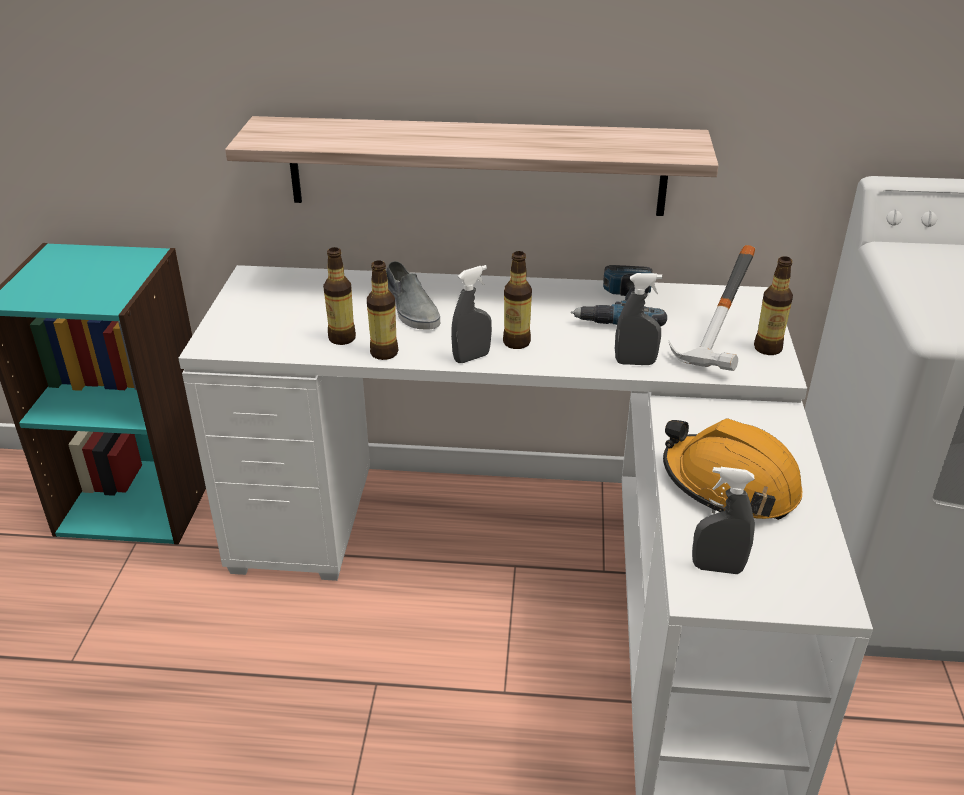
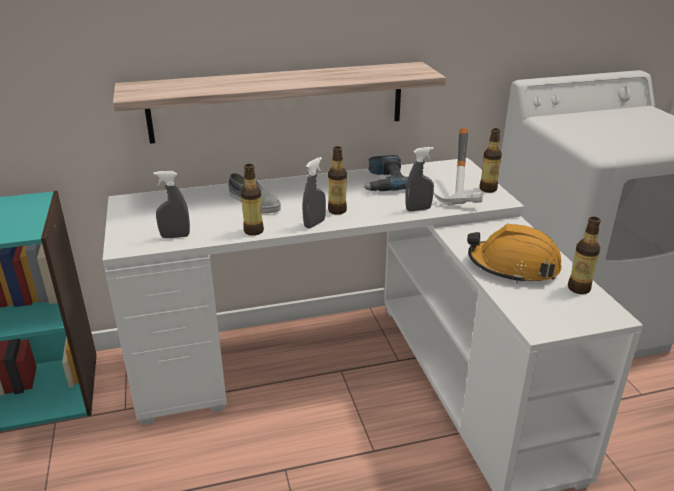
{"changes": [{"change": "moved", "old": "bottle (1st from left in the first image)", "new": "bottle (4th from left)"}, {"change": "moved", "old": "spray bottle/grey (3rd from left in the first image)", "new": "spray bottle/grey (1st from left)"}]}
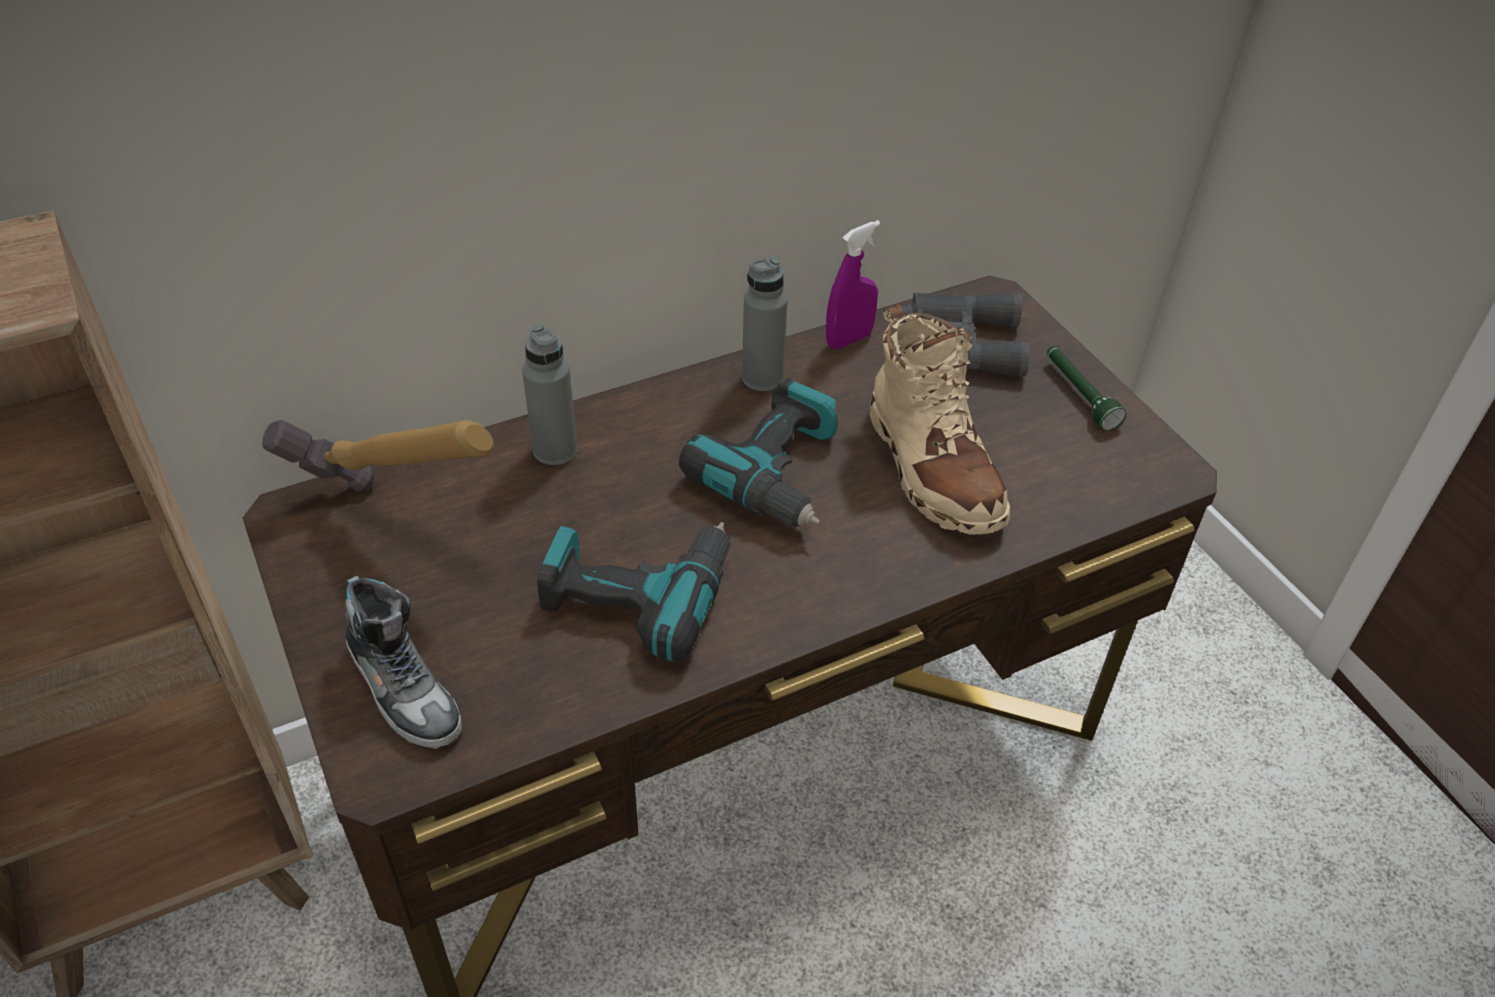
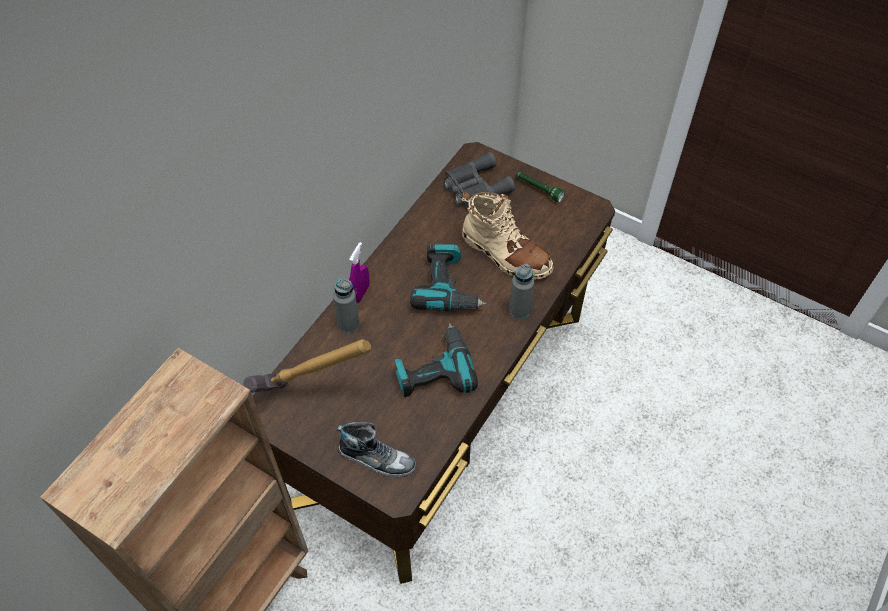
{"changes": [{"change": "moved", "old": "spray bottle/purple"}, {"change": "moved", "old": "bottle/grey (2nd from left)"}]}
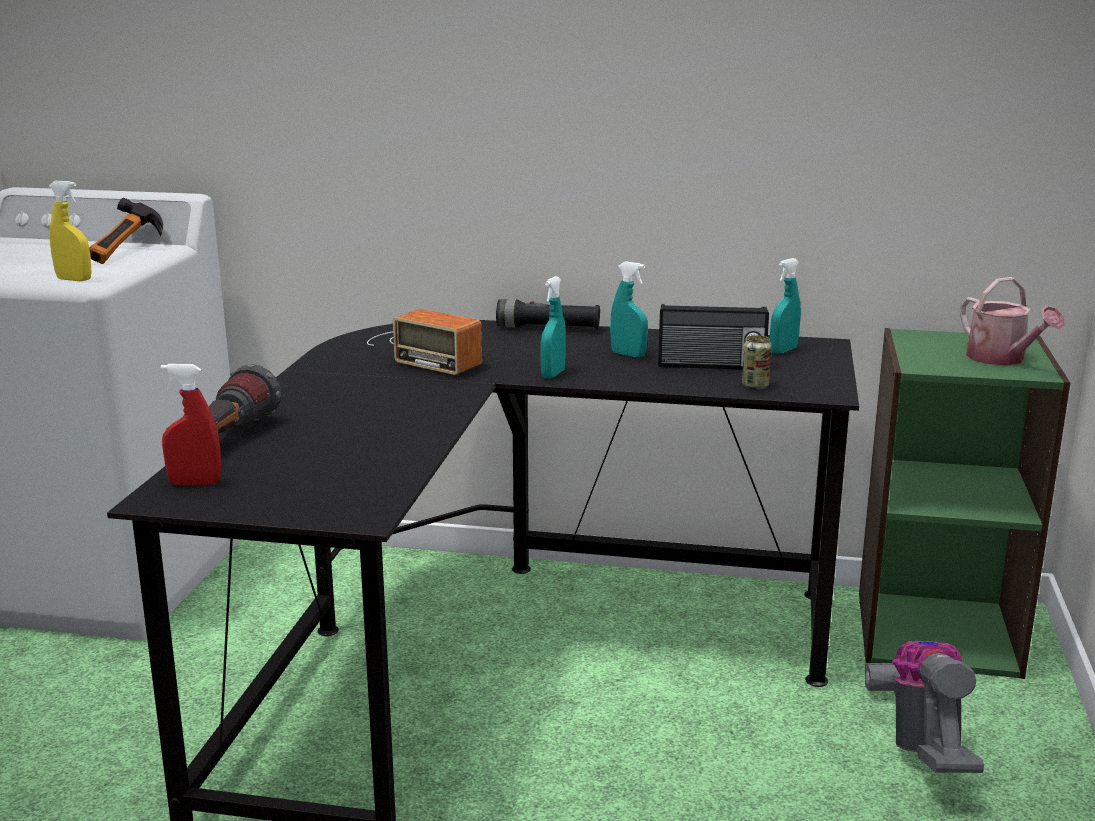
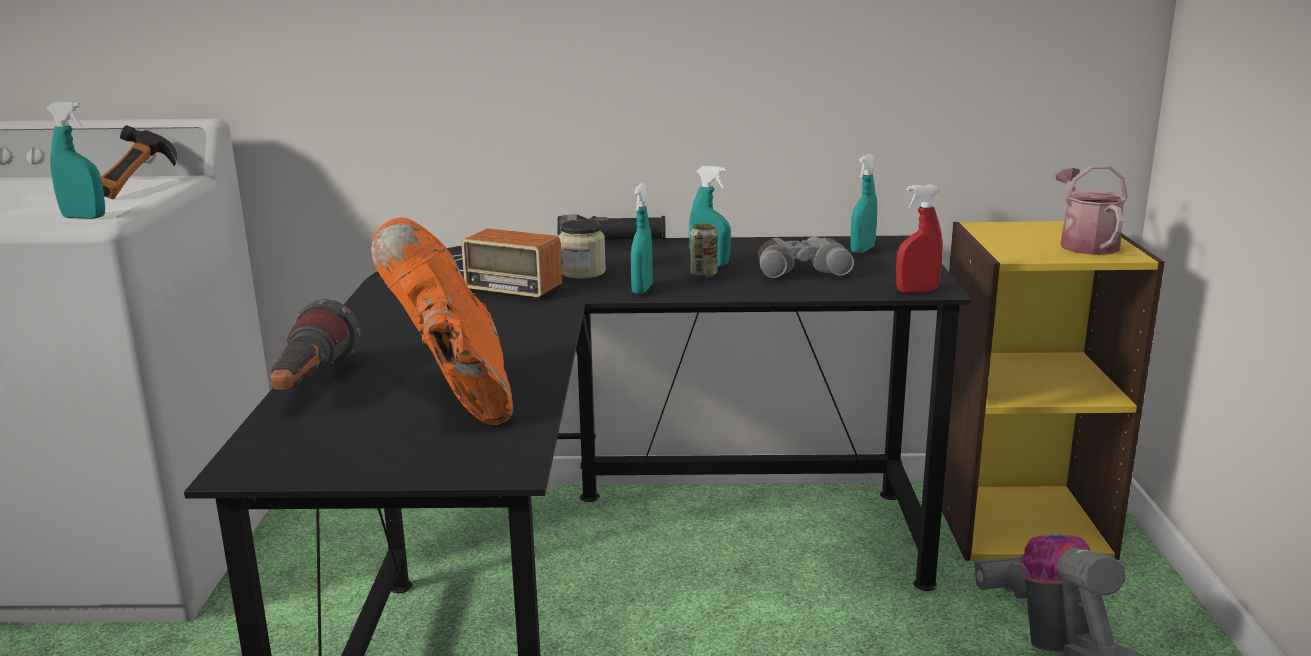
{"changes": [{"change": "recoloured", "old": "spray bottle/yellow", "new": "spray bottle/turquoise (1st from left)"}, {"change": "turned", "old": "watering can", "degrees": -150}, {"change": "replaced", "old": "radio (2nd from left)", "new": "binoculars/grey"}, {"change": "recoloured", "old": "bookcase/green", "new": "bookcase/yellow"}, {"change": "moved", "old": "can"}, {"change": "moved", "old": "spray bottle/red"}, {"change": "added", "new": "boot/orange"}, {"change": "added", "new": "jar"}]}
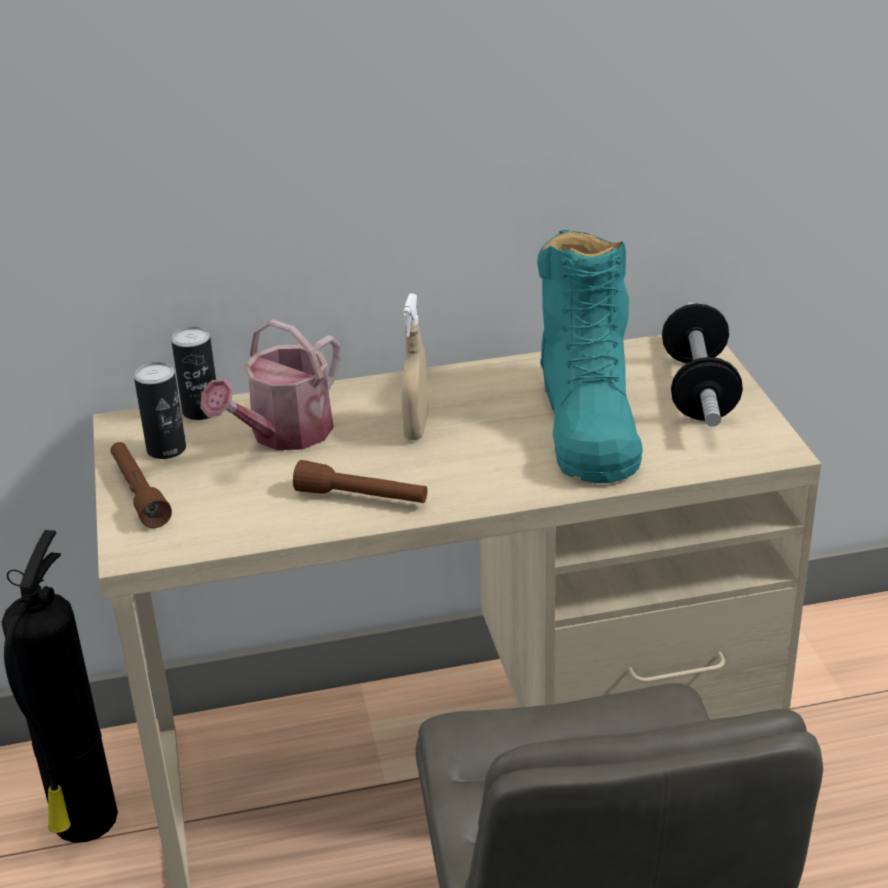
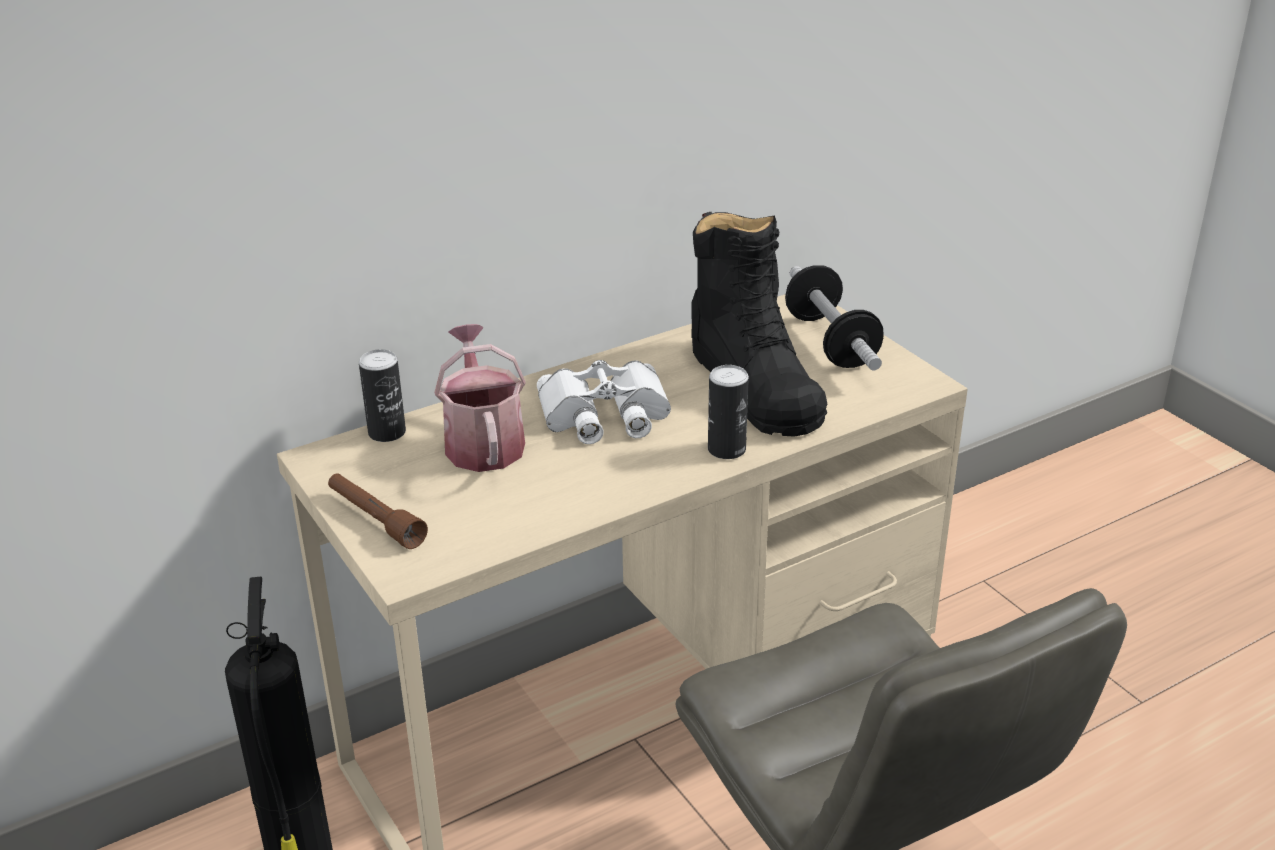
{"changes": [{"change": "recoloured", "old": "boot/turquoise", "new": "boot/black"}, {"change": "replaced", "old": "spray bottle/beige", "new": "binoculars/white"}, {"change": "turned", "old": "watering can", "degrees": 150}, {"change": "moved", "old": "can (1st from left in the first image)", "new": "can (2nd from left)"}, {"change": "removed", "old": "flashlight/brown (2nd from left)"}]}
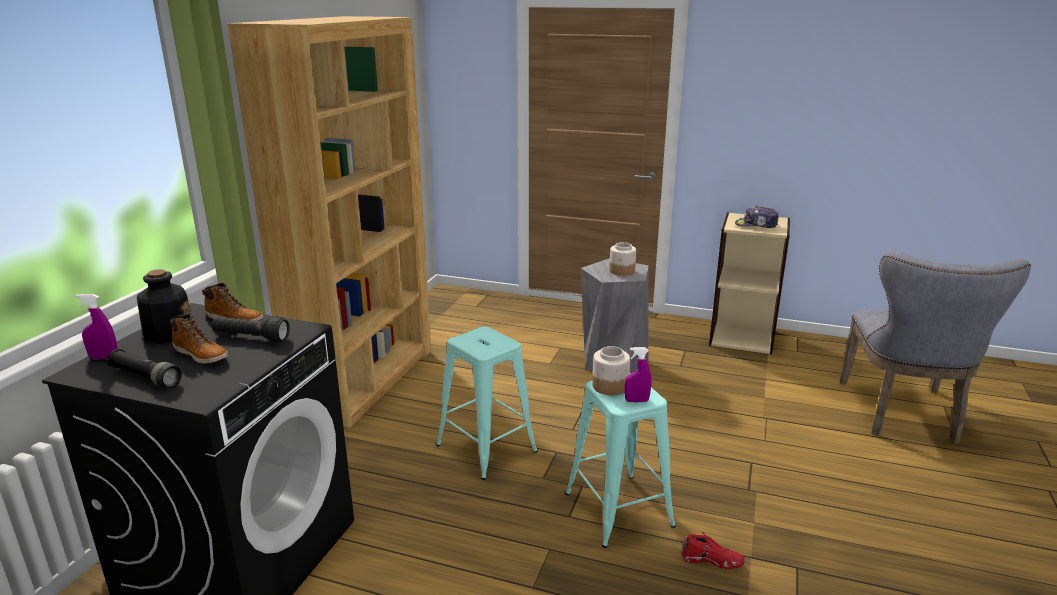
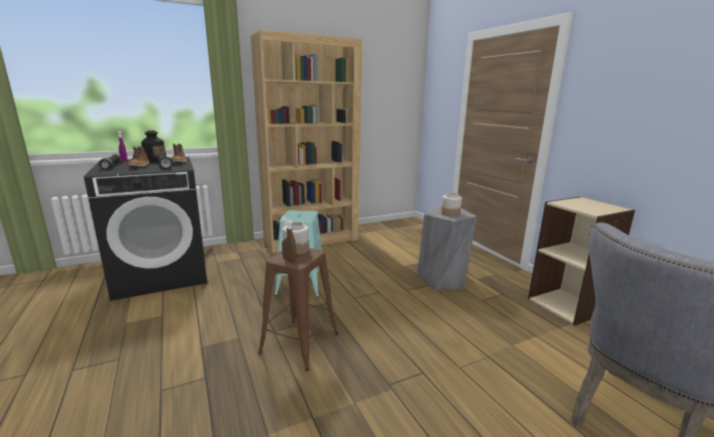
{"changes": [{"change": "removed", "old": "cap"}, {"change": "recoloured", "old": "spray bottle/purple (2nd from left)", "new": "spray bottle/brown"}, {"change": "recoloured", "old": "stool/turquoise (2nd from left)", "new": "stool/brown"}, {"change": "removed", "old": "shoe/red"}]}
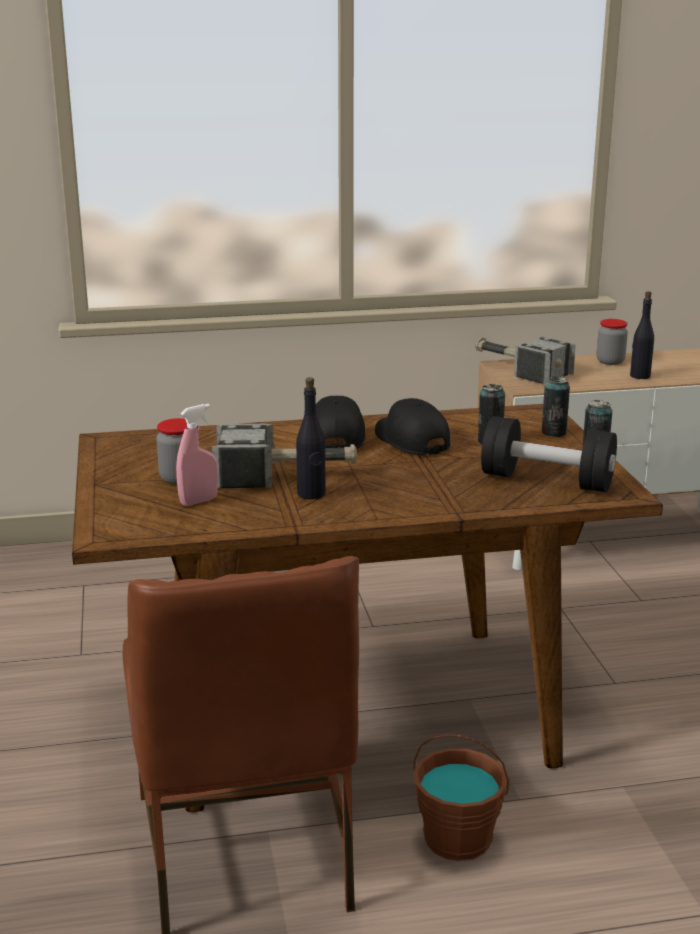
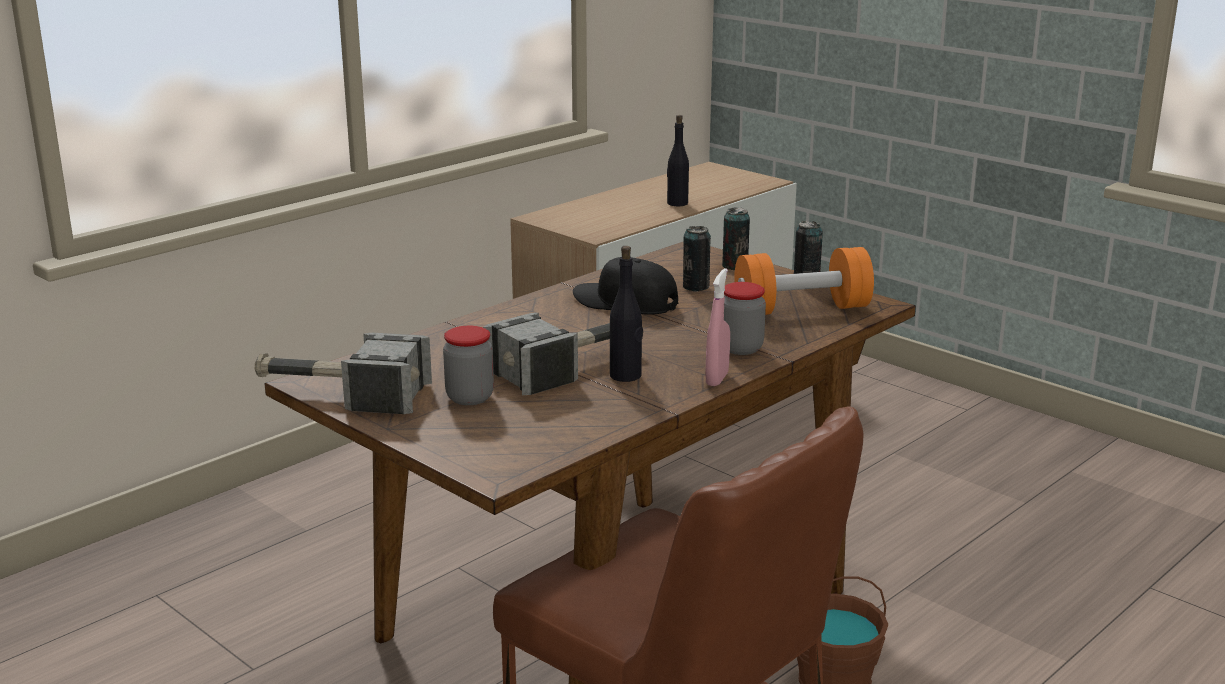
{"changes": [{"change": "moved", "old": "jar (2nd from left)"}, {"change": "moved", "old": "hammer (2nd from left in the first image)", "new": "hammer (1st from left)"}, {"change": "removed", "old": "cap/black (1st from left)"}, {"change": "moved", "old": "spray bottle/pink"}, {"change": "recoloured", "old": "dumbbell/black", "new": "dumbbell/orange"}]}
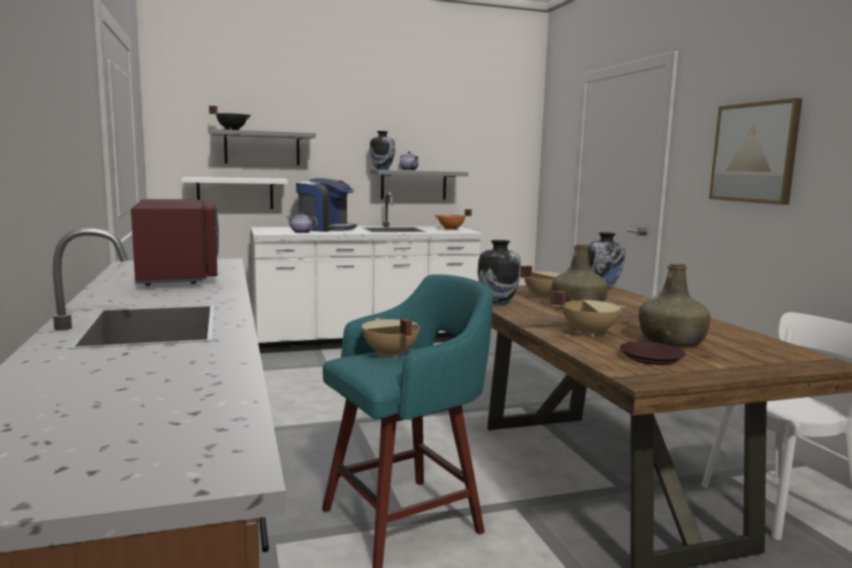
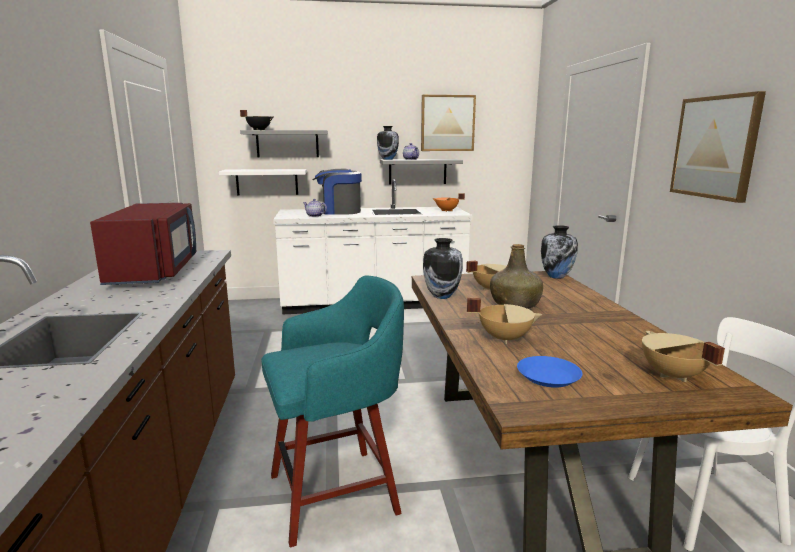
{"changes": [{"change": "turned", "old": "coffee machine", "degrees": 150}, {"change": "removed", "old": "bottle/green (2nd from left)"}, {"change": "moved", "old": "cooking pot/beige (1st from left in the first image)", "new": "cooking pot/beige (3rd from left)"}, {"change": "recoloured", "old": "plate/brown", "new": "plate/blue"}, {"change": "added", "new": "picture (1st from left)"}]}
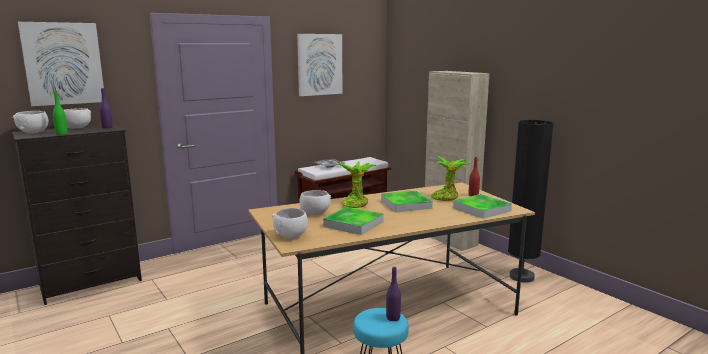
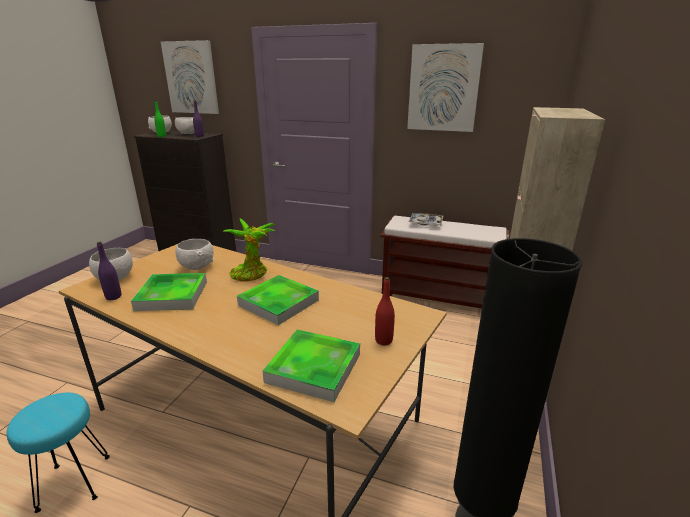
{"changes": [{"change": "removed", "old": "potted plant (2nd from left)"}, {"change": "moved", "old": "bottle/purple (2nd from left in the first image)", "new": "bottle/purple (1st from left)"}]}
